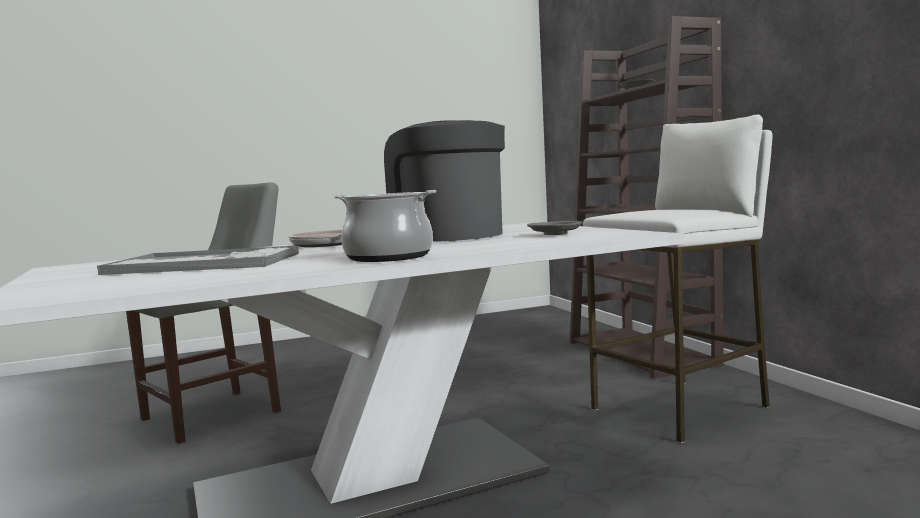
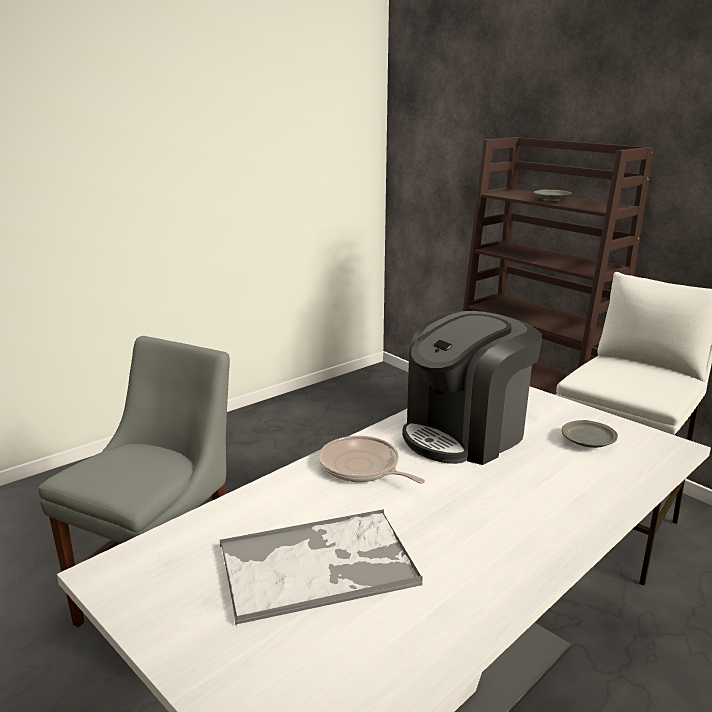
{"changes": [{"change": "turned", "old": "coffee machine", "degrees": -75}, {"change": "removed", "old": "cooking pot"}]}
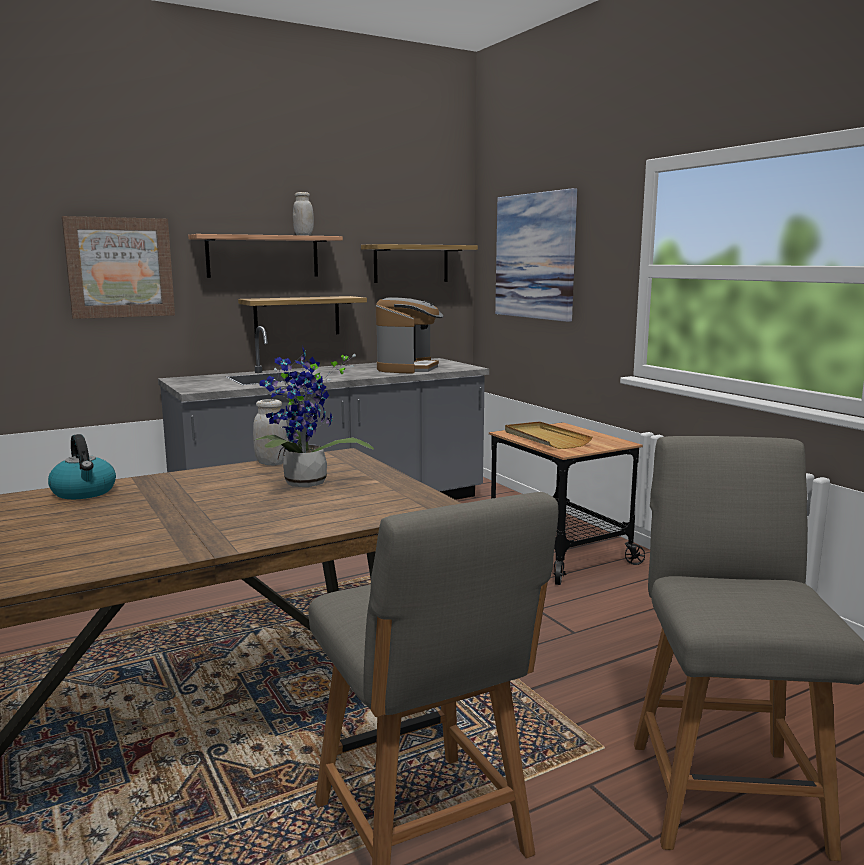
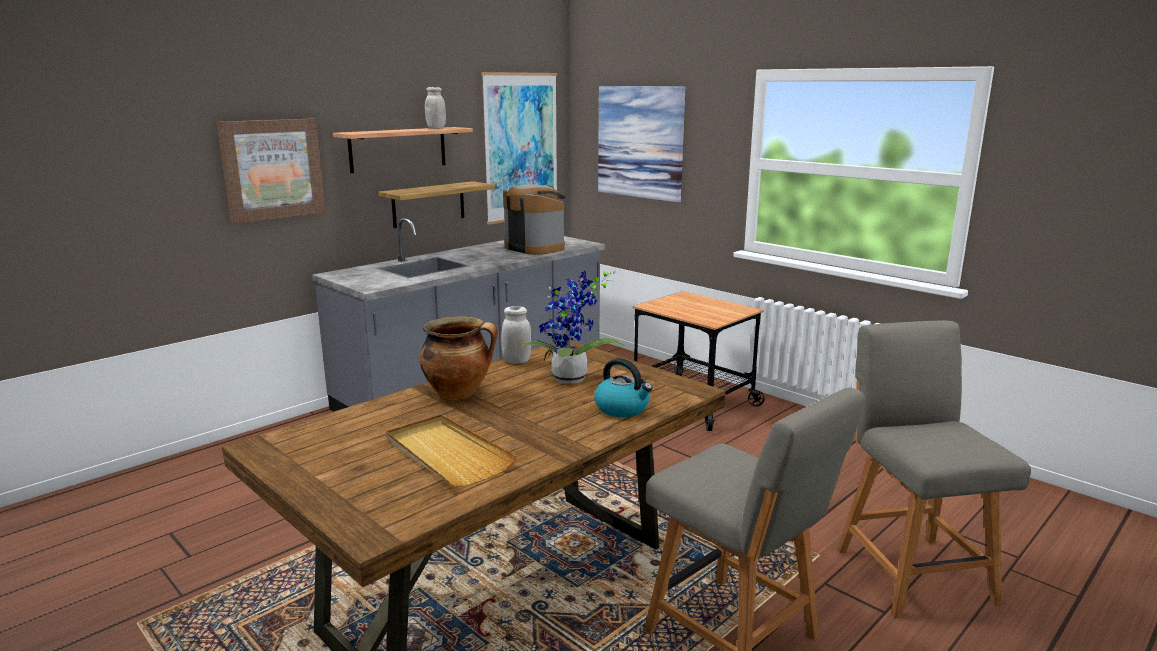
{"changes": [{"change": "replaced", "old": "shelf (3rd from left)", "new": "picture (2nd from left)"}, {"change": "turned", "old": "coffee machine", "degrees": -45}, {"change": "moved", "old": "tray/beige"}, {"change": "moved", "old": "kettle"}, {"change": "added", "new": "cooking pot"}]}
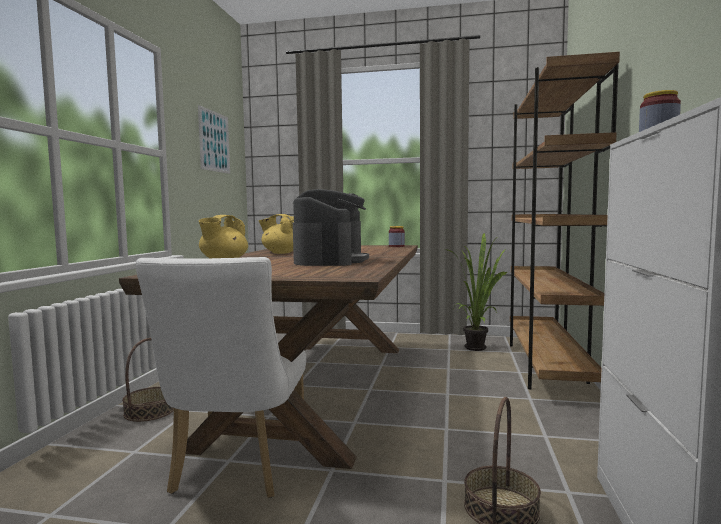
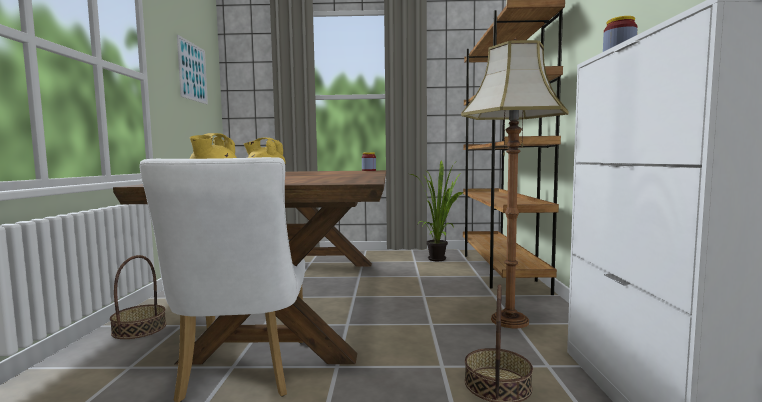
{"changes": [{"change": "removed", "old": "coffee machine"}, {"change": "added", "new": "floor lamp"}]}
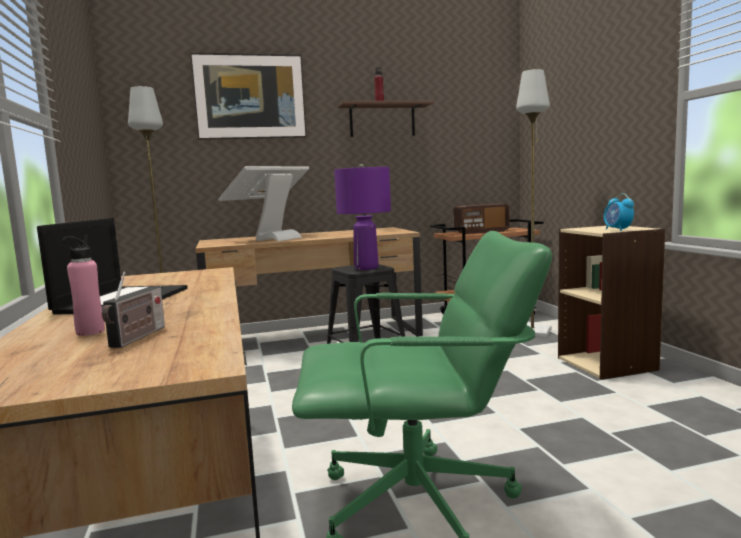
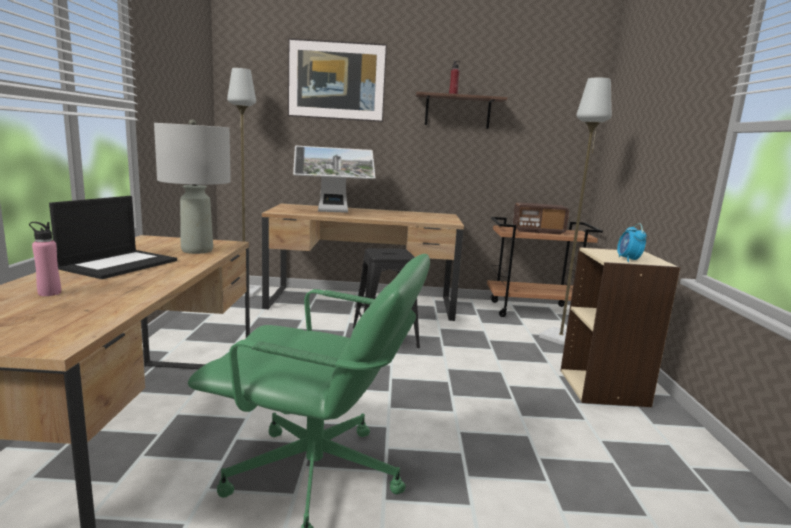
{"changes": [{"change": "removed", "old": "table lamp/purple"}, {"change": "turned", "old": "monitor", "degrees": -150}, {"change": "removed", "old": "radio (1st from left)"}, {"change": "added", "new": "table lamp/grey"}]}
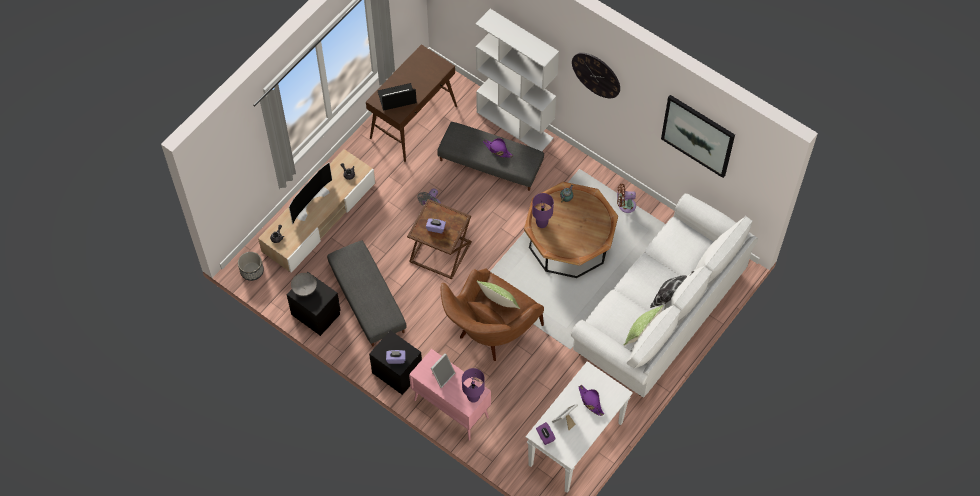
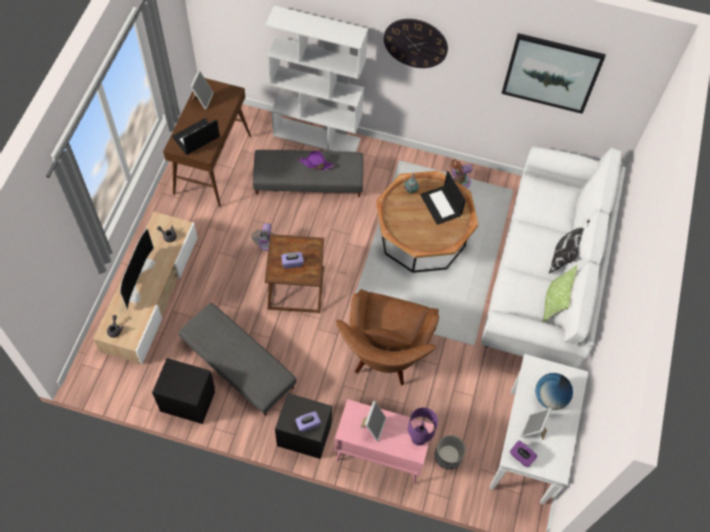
{"changes": [{"change": "removed", "old": "table lamp/purple (2nd from left)"}, {"change": "moved", "old": "planter"}, {"change": "removed", "old": "bowl/grey"}, {"change": "removed", "old": "pillow (1st from left)"}, {"change": "replaced", "old": "hat/purple (2nd from left)", "new": "globe"}, {"change": "added", "new": "picture frame (1st from left)"}, {"change": "added", "new": "laptop (2nd from left)"}]}
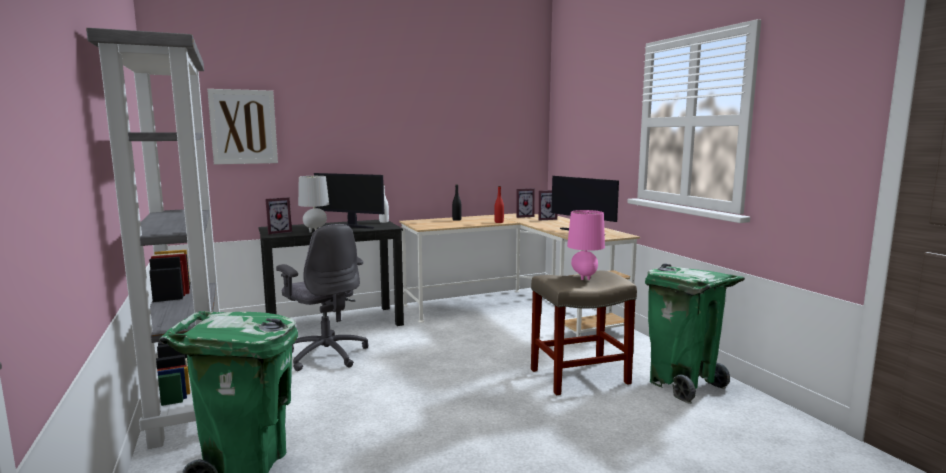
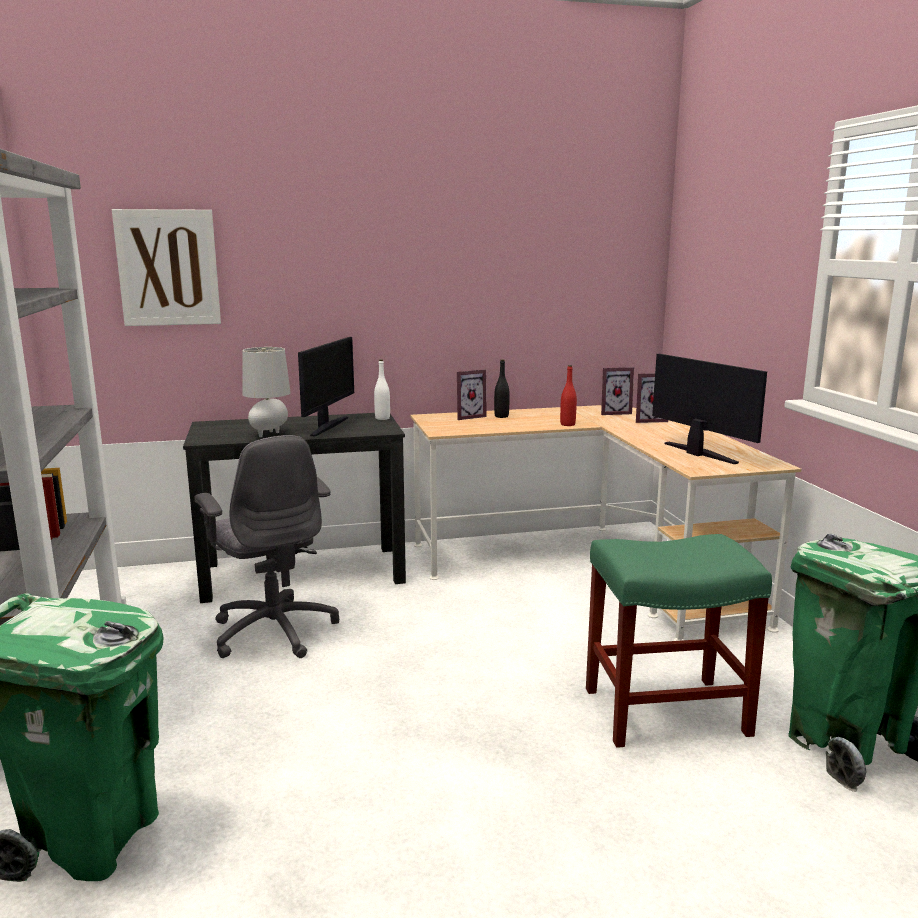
{"changes": [{"change": "turned", "old": "monitor (1st from left)", "degrees": -105}, {"change": "moved", "old": "picture frame (1st from left)"}, {"change": "removed", "old": "table lamp/pink"}, {"change": "recoloured", "old": "stool/beige", "new": "stool/green"}]}
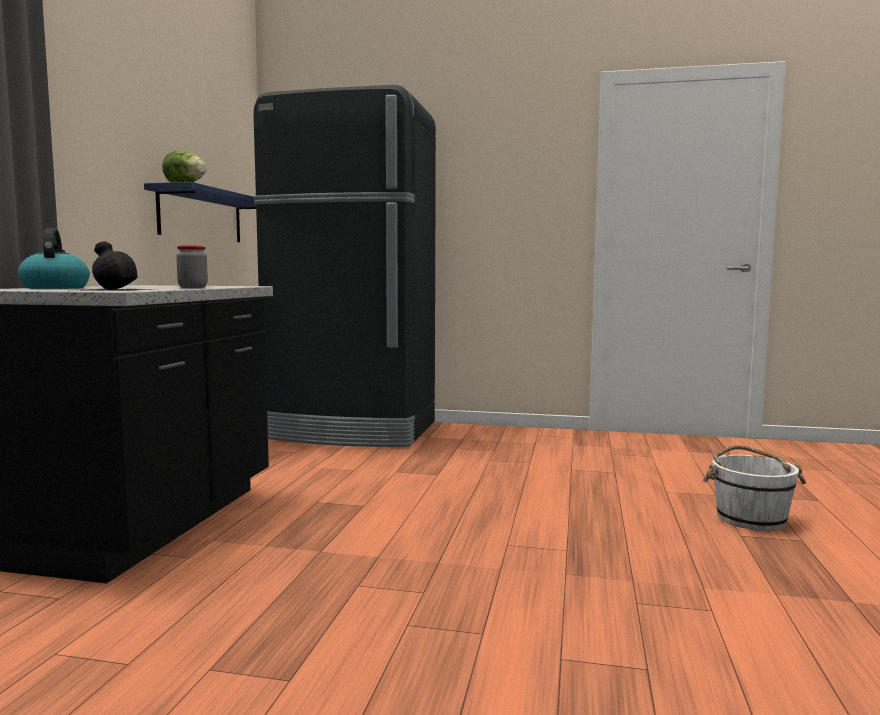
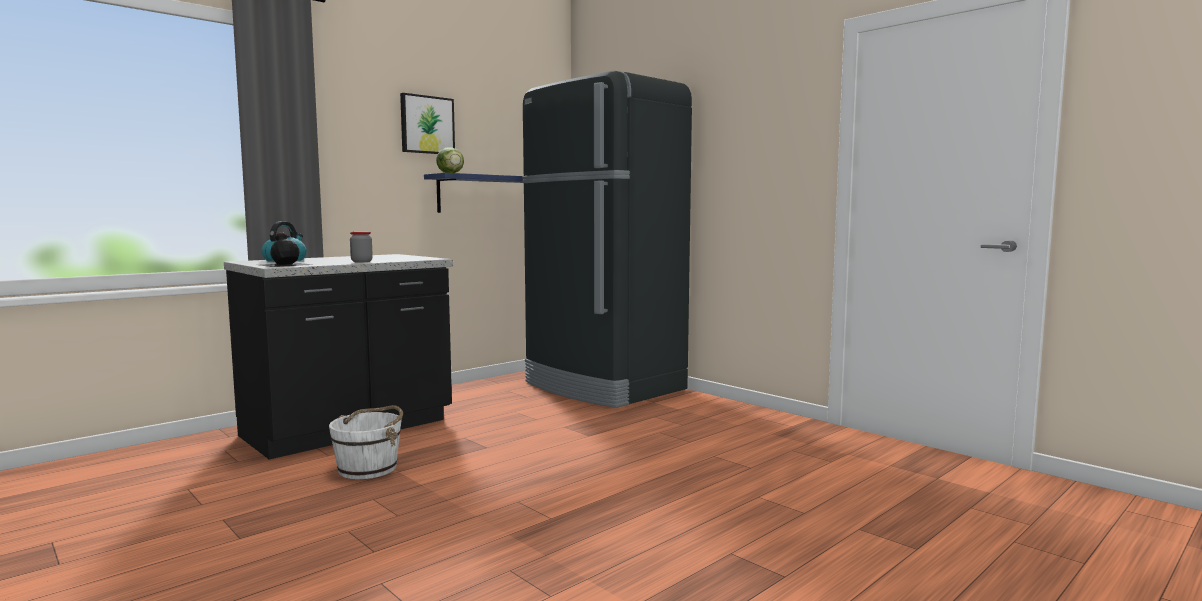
{"changes": [{"change": "moved", "old": "bucket/white"}, {"change": "added", "new": "picture"}]}
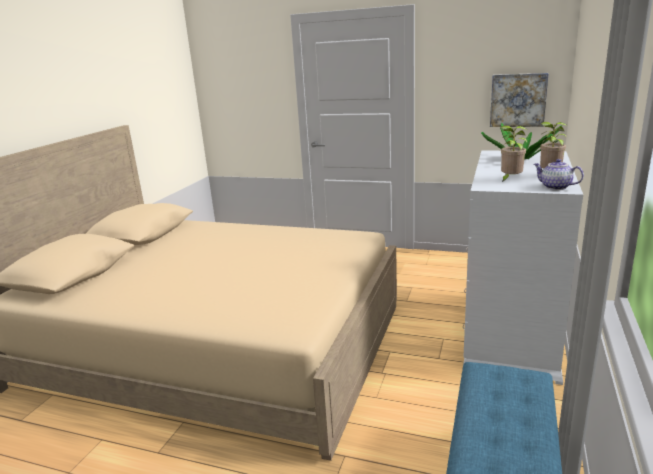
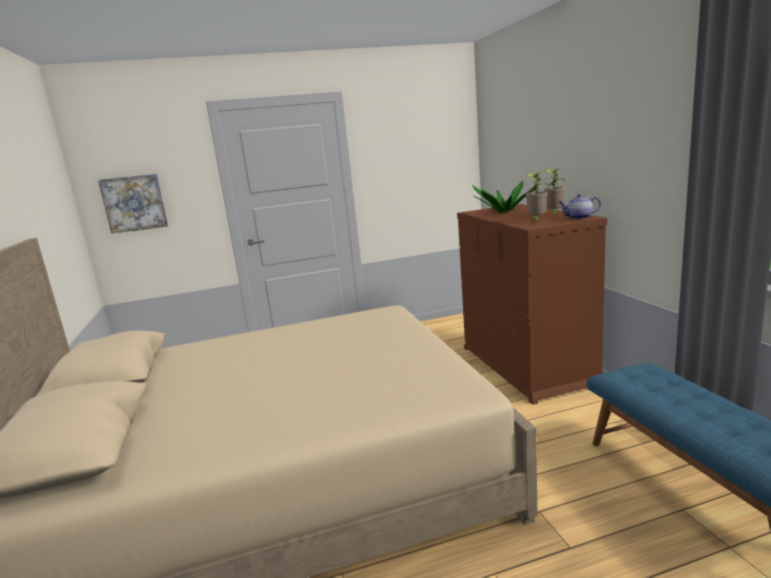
{"changes": [{"change": "moved", "old": "picture"}, {"change": "recoloured", "old": "dresser/white", "new": "dresser/brown"}]}
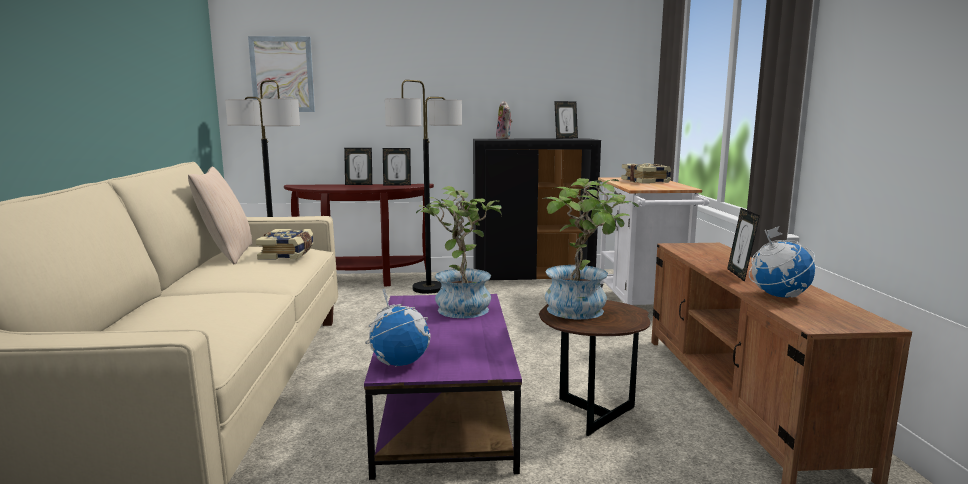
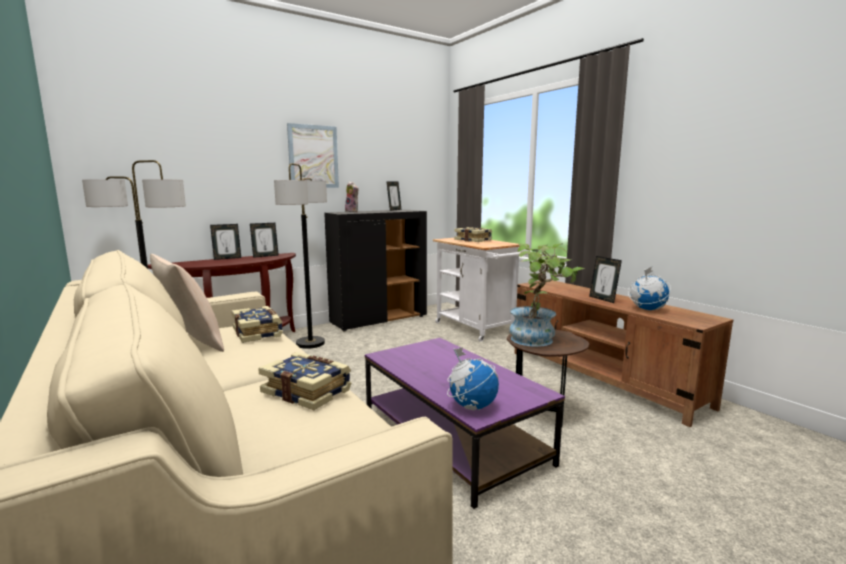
{"changes": [{"change": "moved", "old": "picture"}, {"change": "removed", "old": "potted plant (1st from left)"}, {"change": "added", "new": "book (2nd from left)"}]}
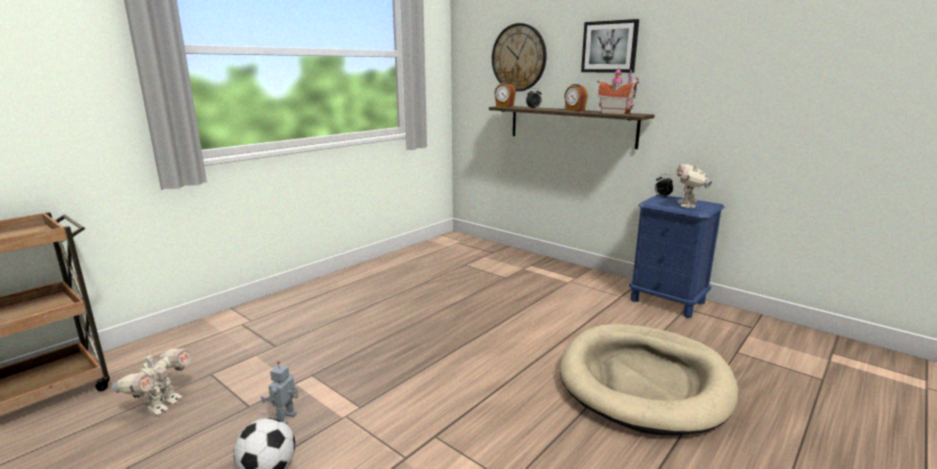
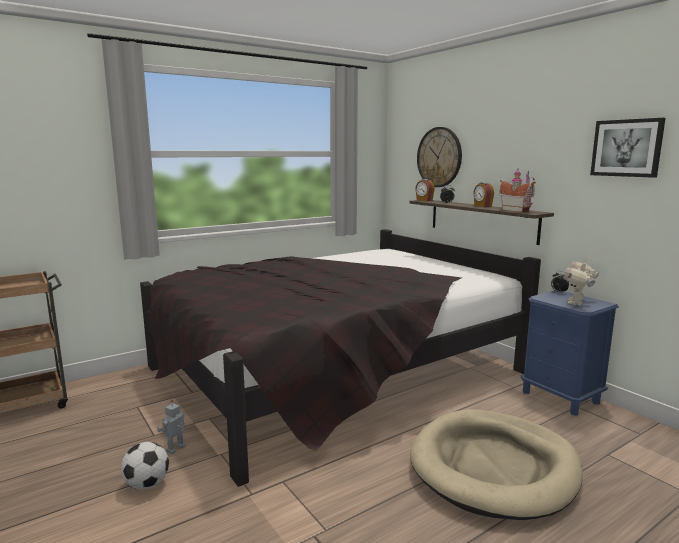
{"changes": [{"change": "moved", "old": "picture"}, {"change": "removed", "old": "toy robot (1st from left)"}, {"change": "added", "new": "bed/black"}]}
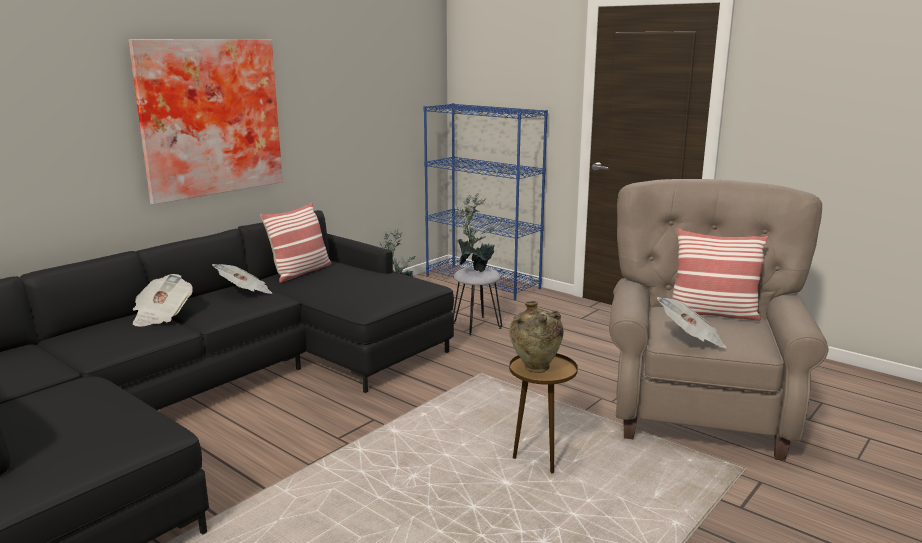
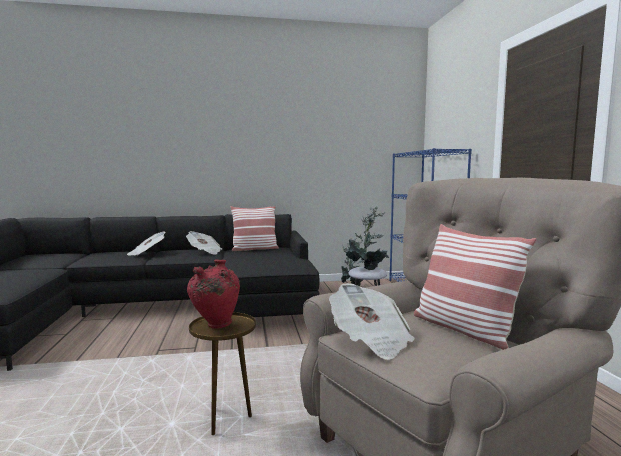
{"changes": [{"change": "removed", "old": "picture"}, {"change": "recoloured", "old": "vase/beige", "new": "vase/red"}]}
